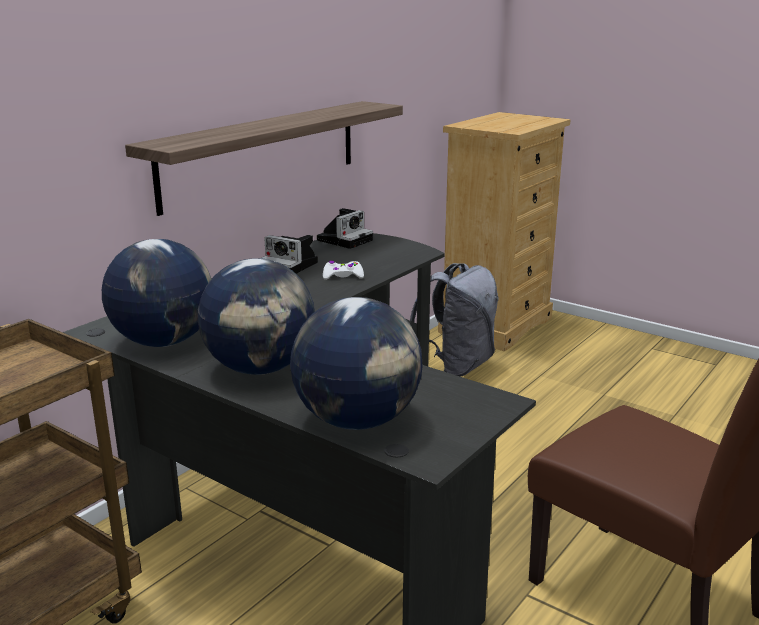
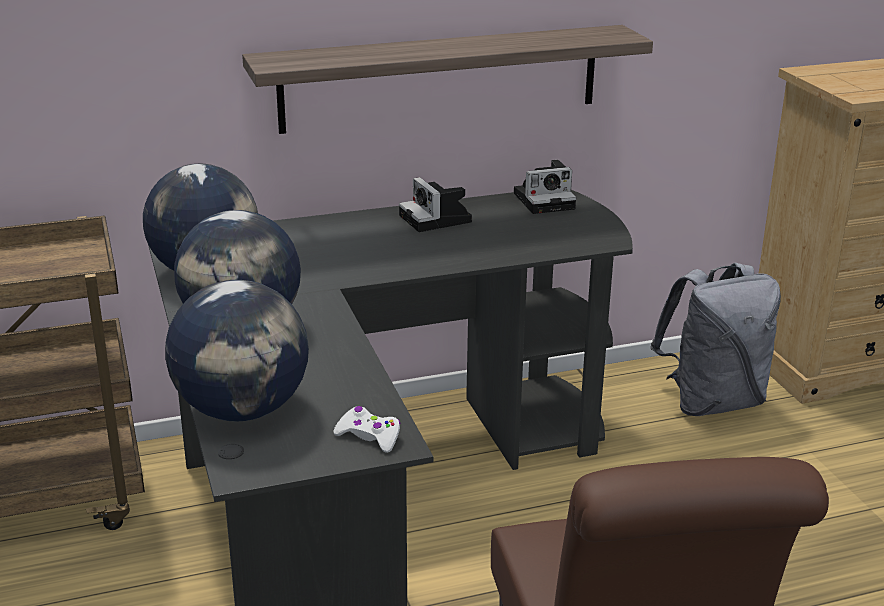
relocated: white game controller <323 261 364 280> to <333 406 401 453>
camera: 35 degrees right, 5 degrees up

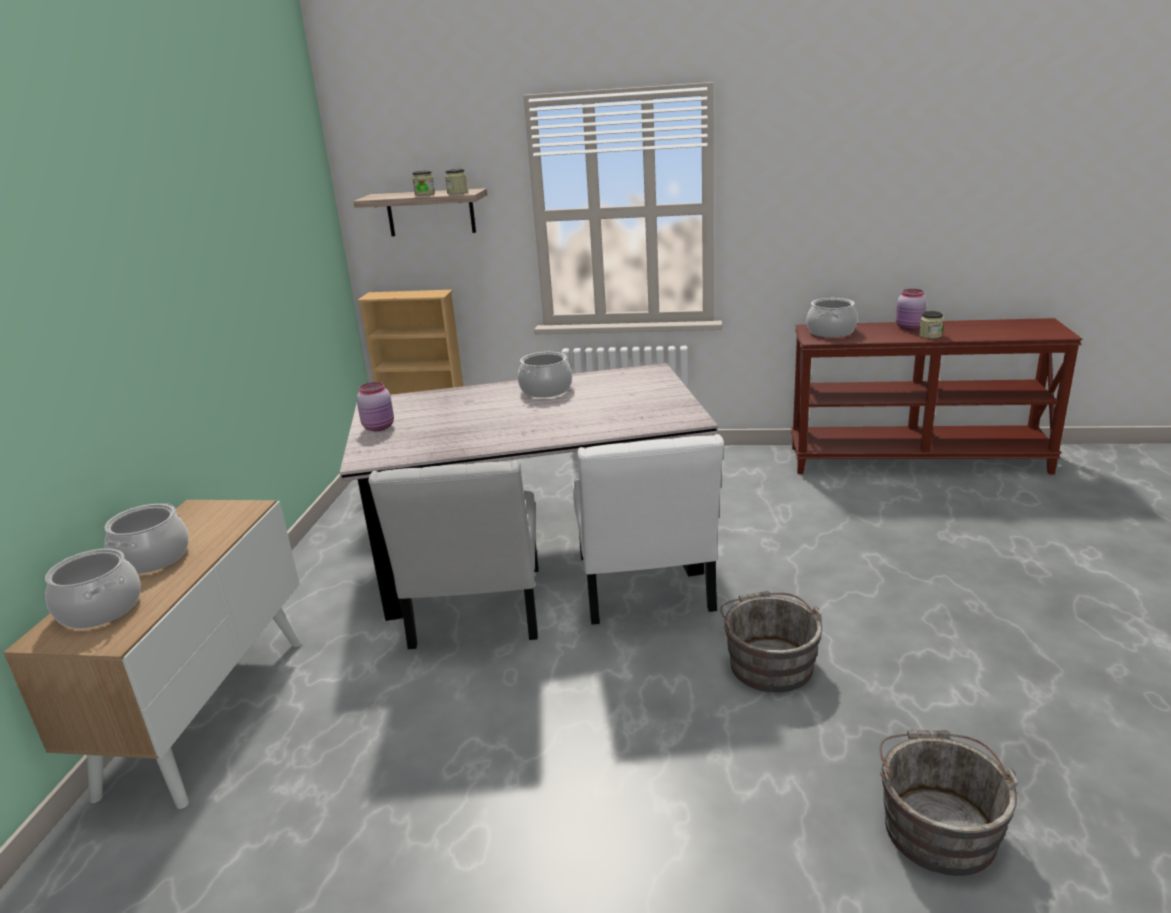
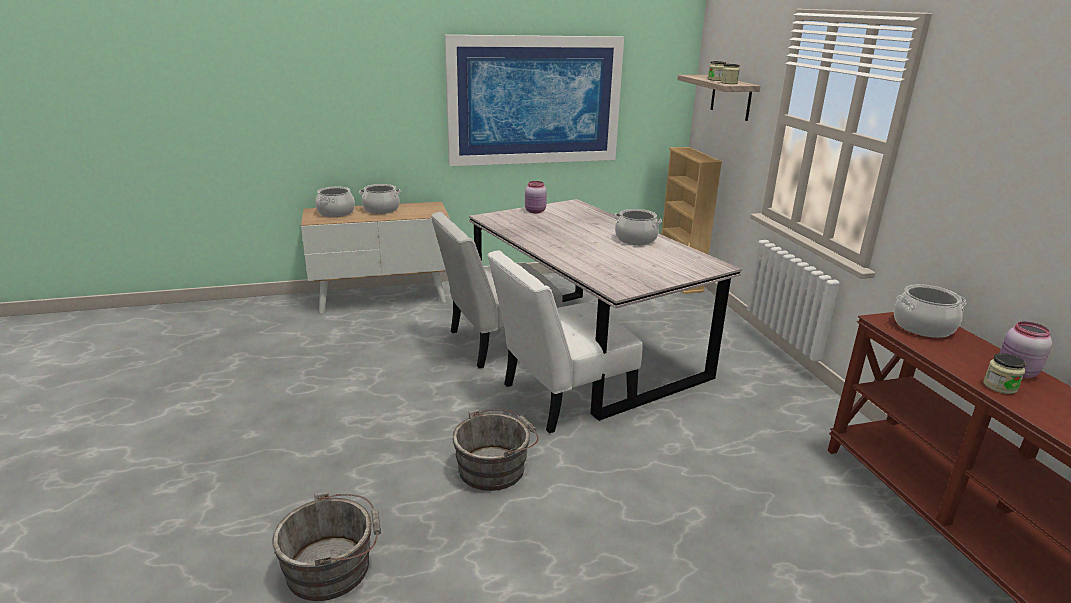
appeared: picture <445 35 624 166>
camera: 65 degrees right, 0 degrees up

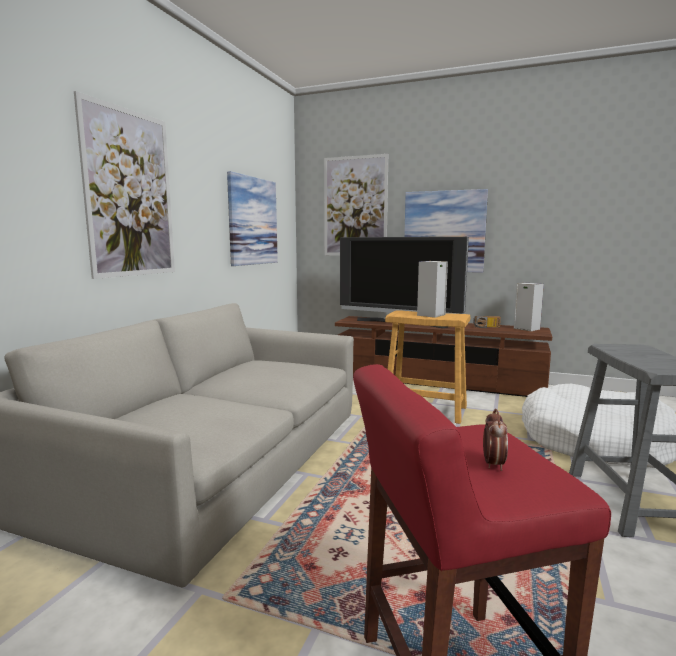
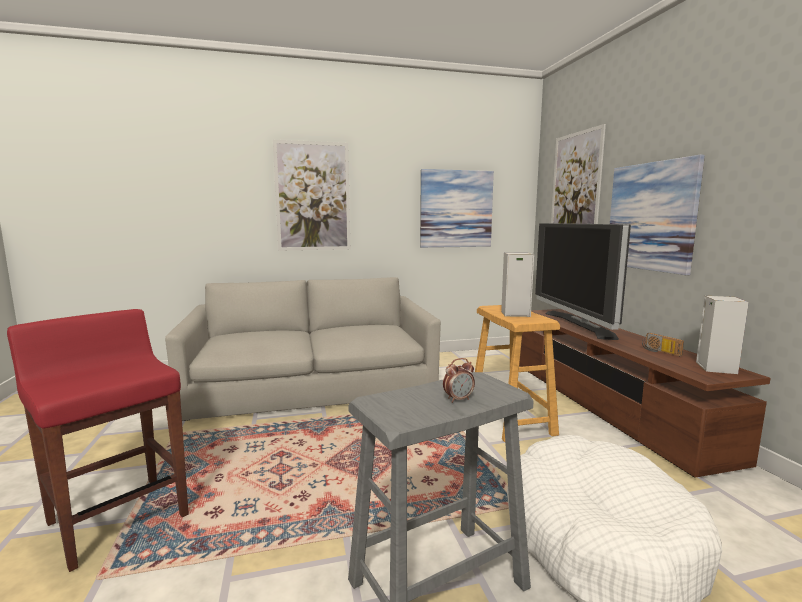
relocated: alarm clock <483 409 508 471> to <443 358 475 403>
camera: 55 degrees right, 0 degrees up

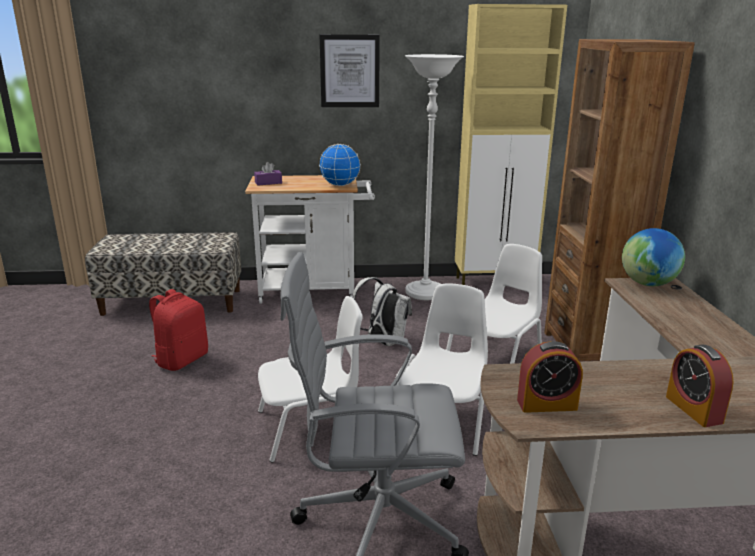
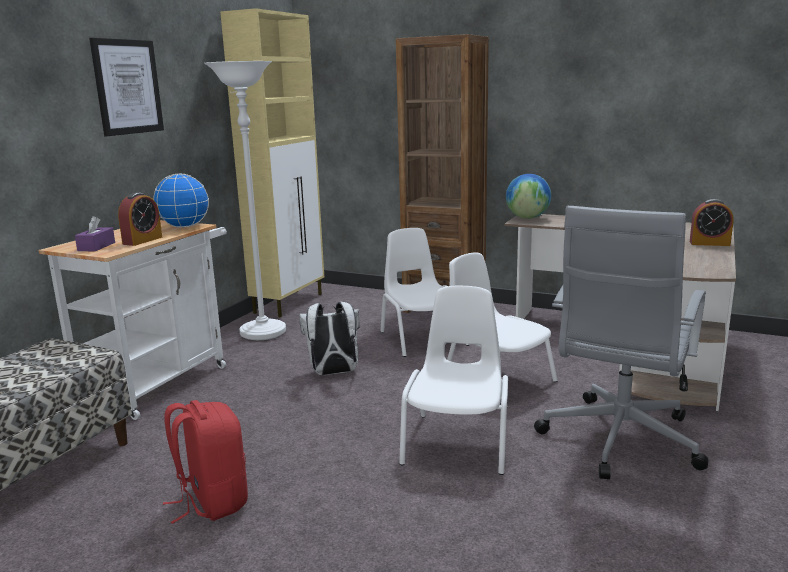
relocated: alarm clock <517 341 583 413> to <118 193 162 246>
camera: 60 degrees left, 5 degrees down

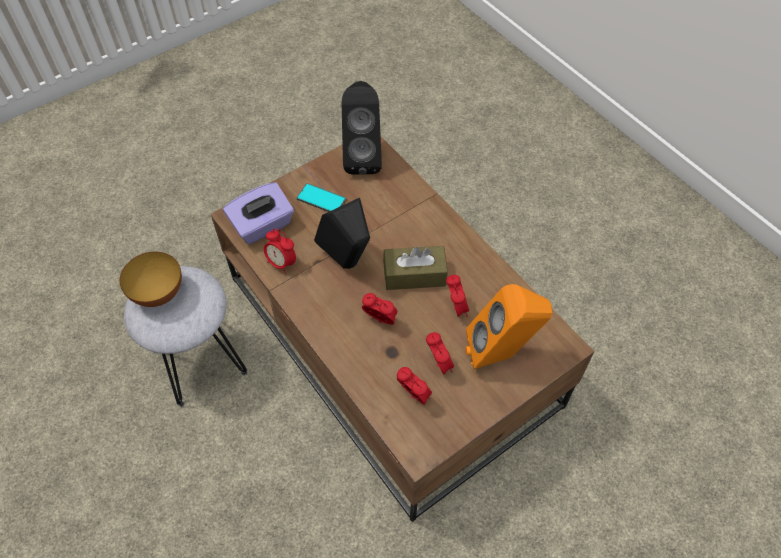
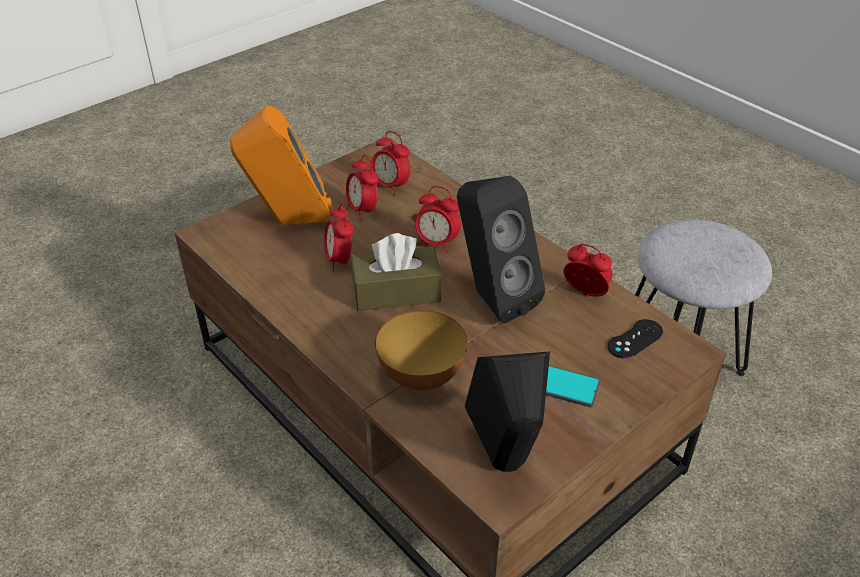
relocated: bowl <120 251 182 307> to <375 310 468 390>
exchanged: purple tissue box <223 182 294 244> to black game controller <608 319 663 359>
camera: 175 degrees right, 15 degrees down

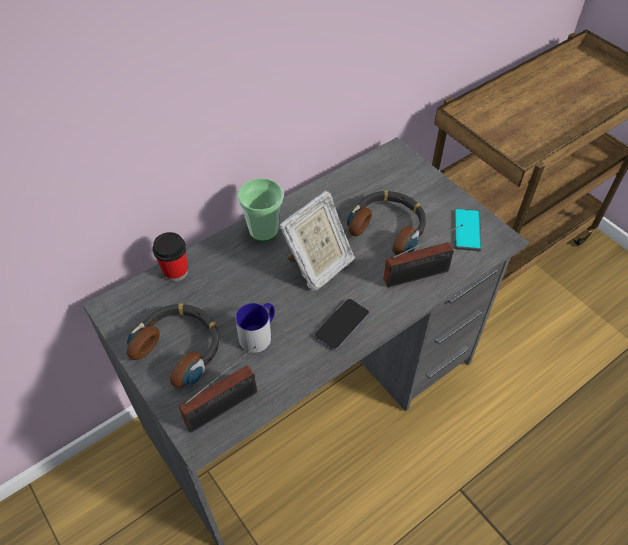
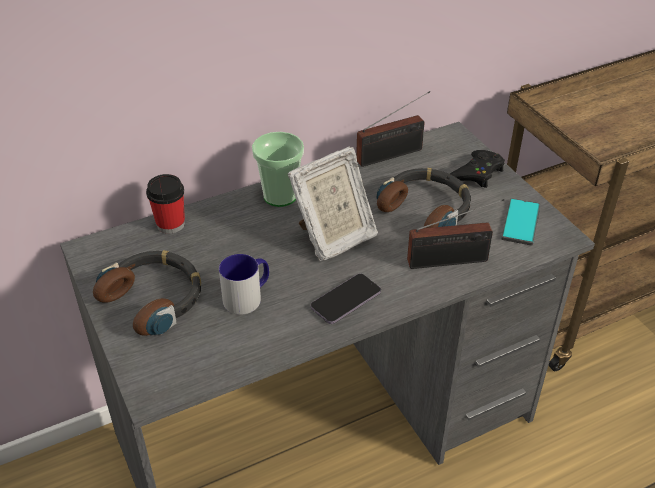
appeared: black game controller <450 150 505 188>
relocated: radio <179 346 257 432> to <356 91 430 167>
camera: 10 degrees right, 10 degrees down

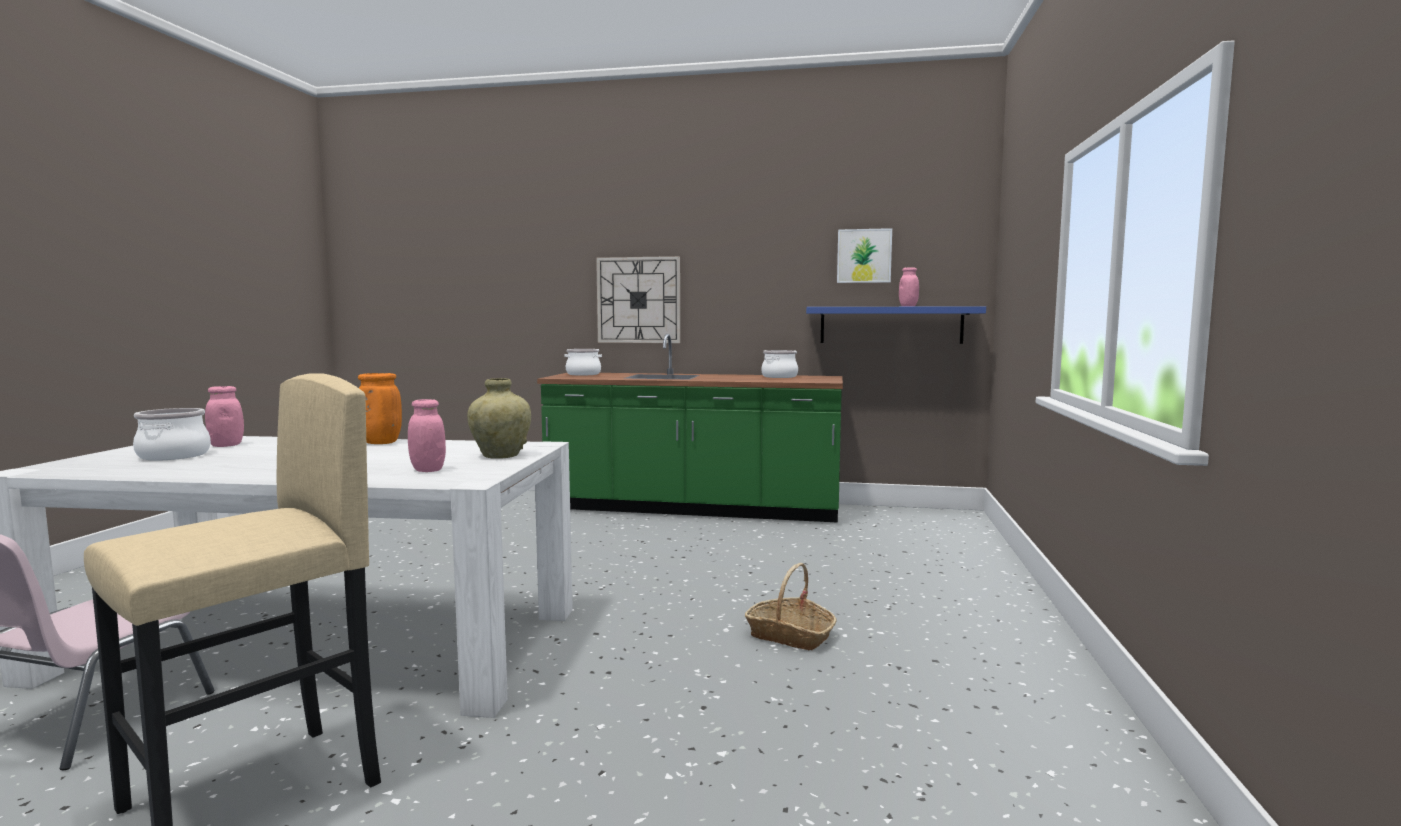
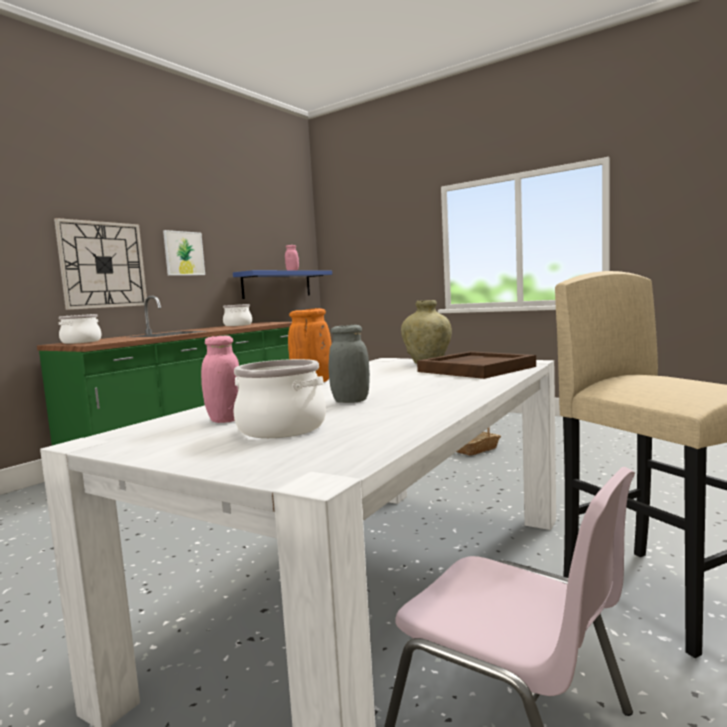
appeared: grey jar <329 325 370 403>
relocated: picture <837 228 892 283> to <163 230 205 276>
exchanged: pink jar <408 399 446 472> to brown tray <417 351 536 379>
camera: 65 degrees left, 0 degrees up

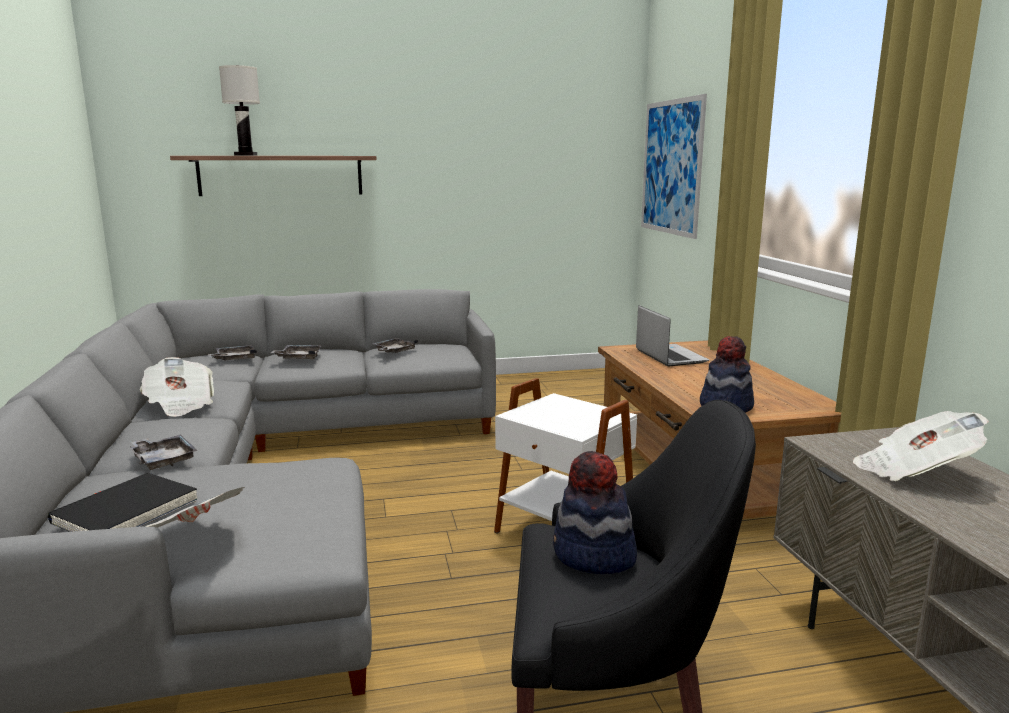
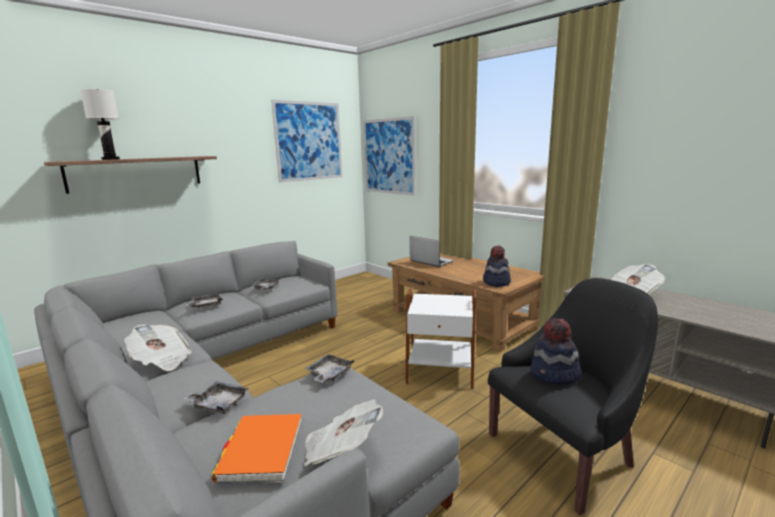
appeared: picture <271 100 342 183>
relocated: grey tray <208 345 257 361> to <304 354 354 382>
colour: black book <48 473 197 532> to orange book <212 414 302 483>
camera: 30 degrees left, 0 degrees up

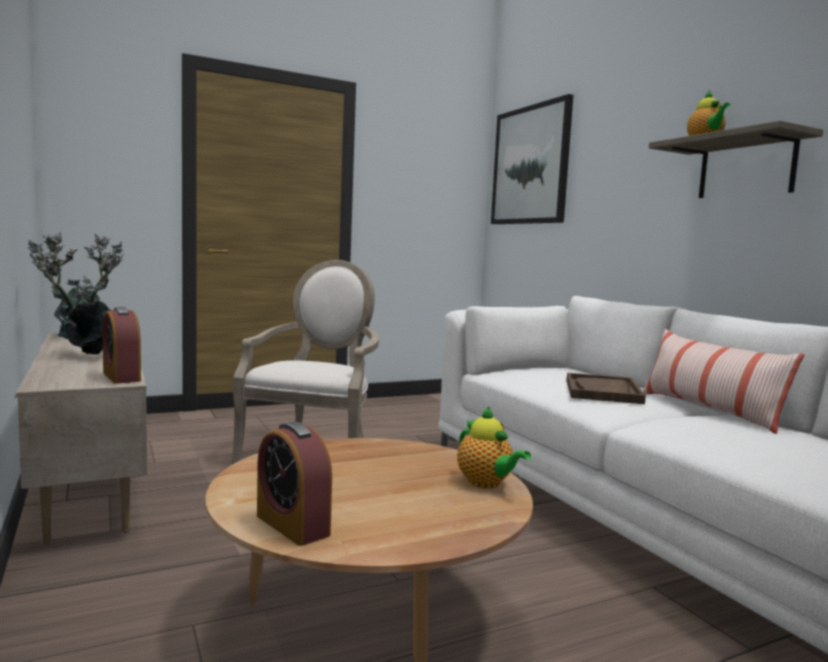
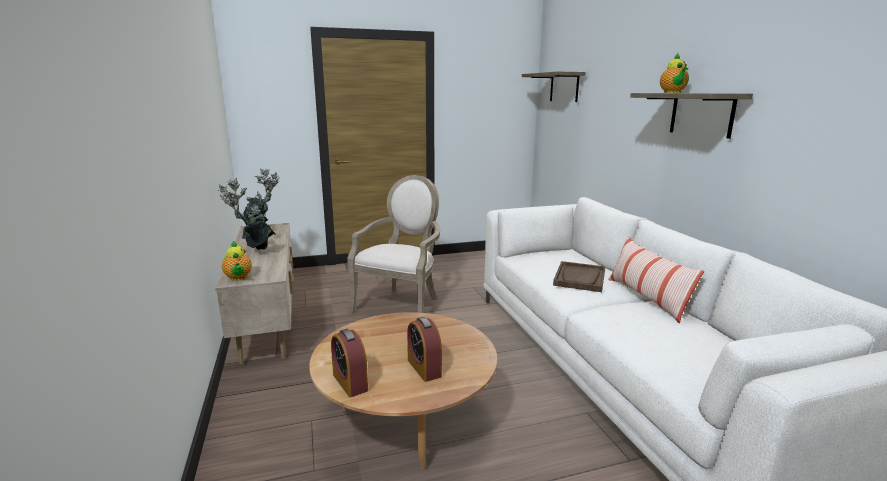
relocated: teapot <457 406 531 489> to <222 241 252 281>; alarm clock <103 307 141 384> to <407 317 442 382>
exchanged: picture <491 94 573 224> to shelf <522 71 586 102>
camera: 10 degrees right, 10 degrees up

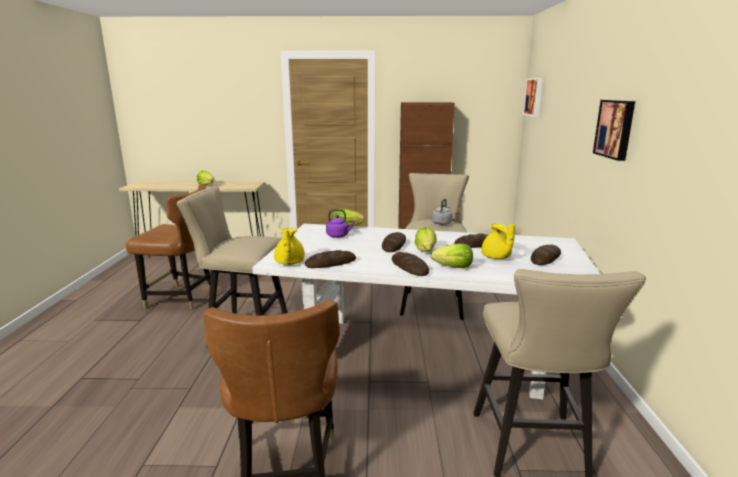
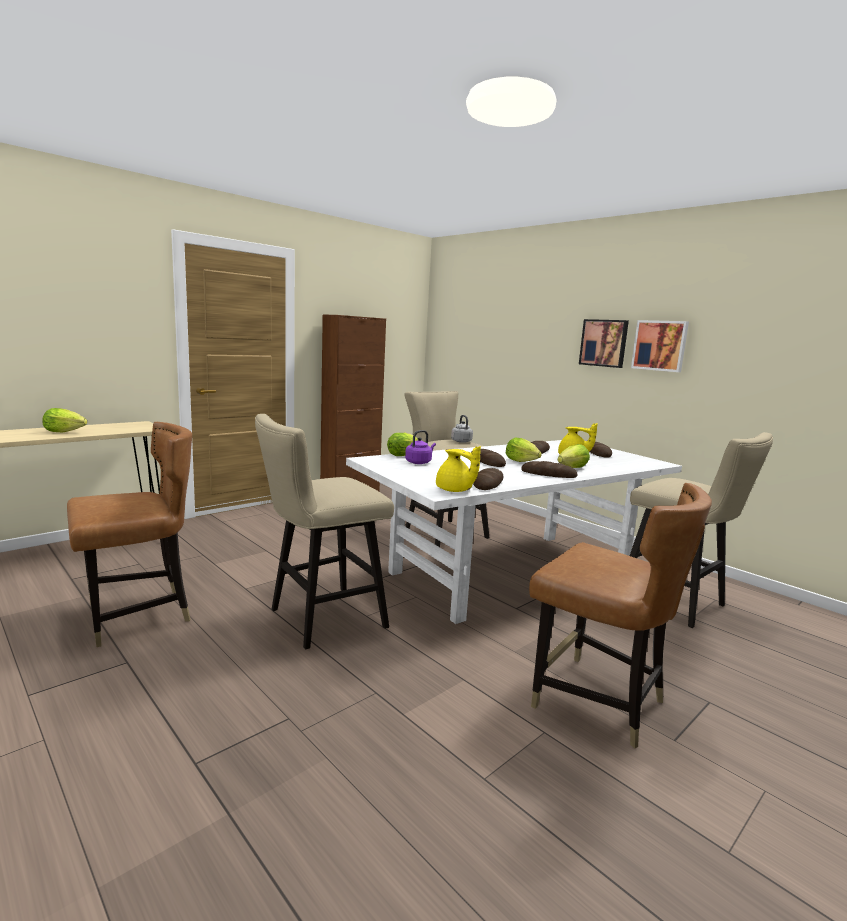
relocated: picture <523 78 543 117> to <631 320 689 372>
camera: 45 degrees left, 5 degrees down

